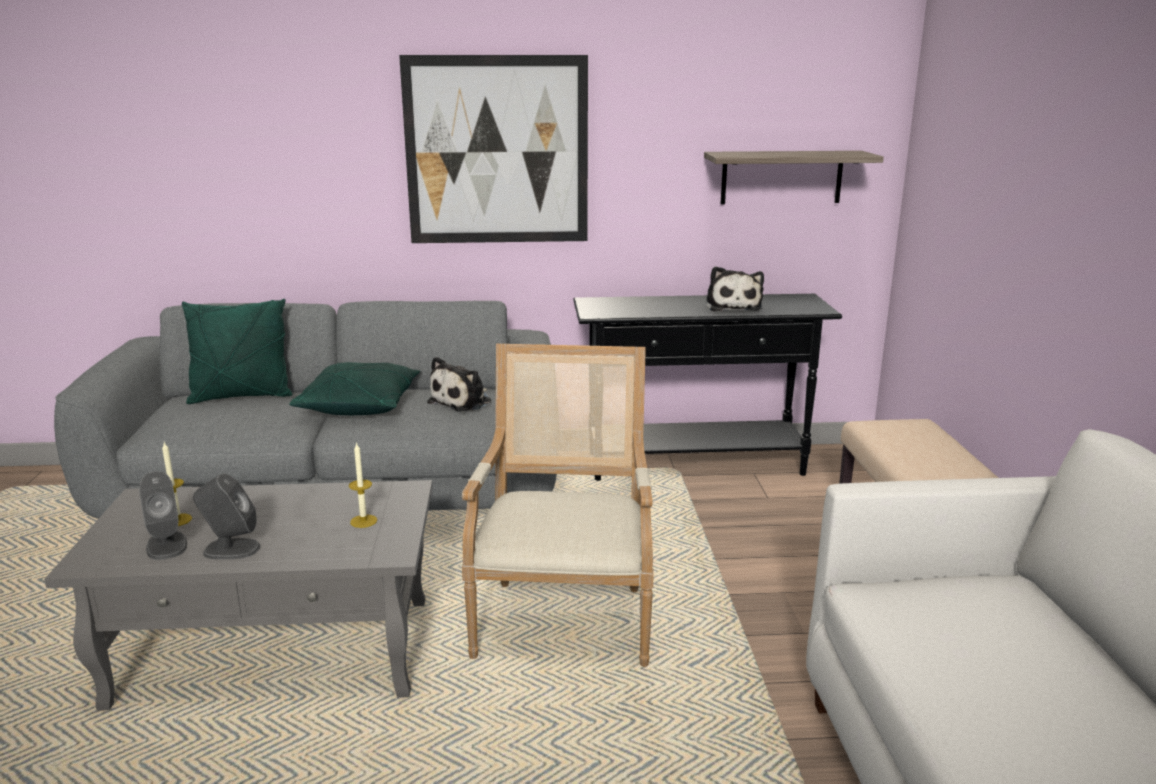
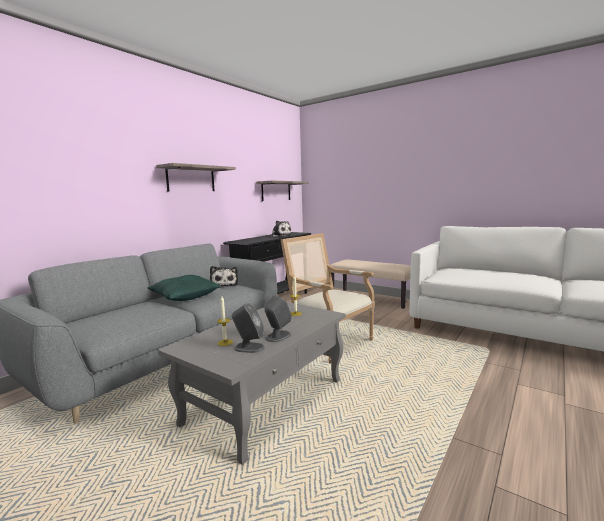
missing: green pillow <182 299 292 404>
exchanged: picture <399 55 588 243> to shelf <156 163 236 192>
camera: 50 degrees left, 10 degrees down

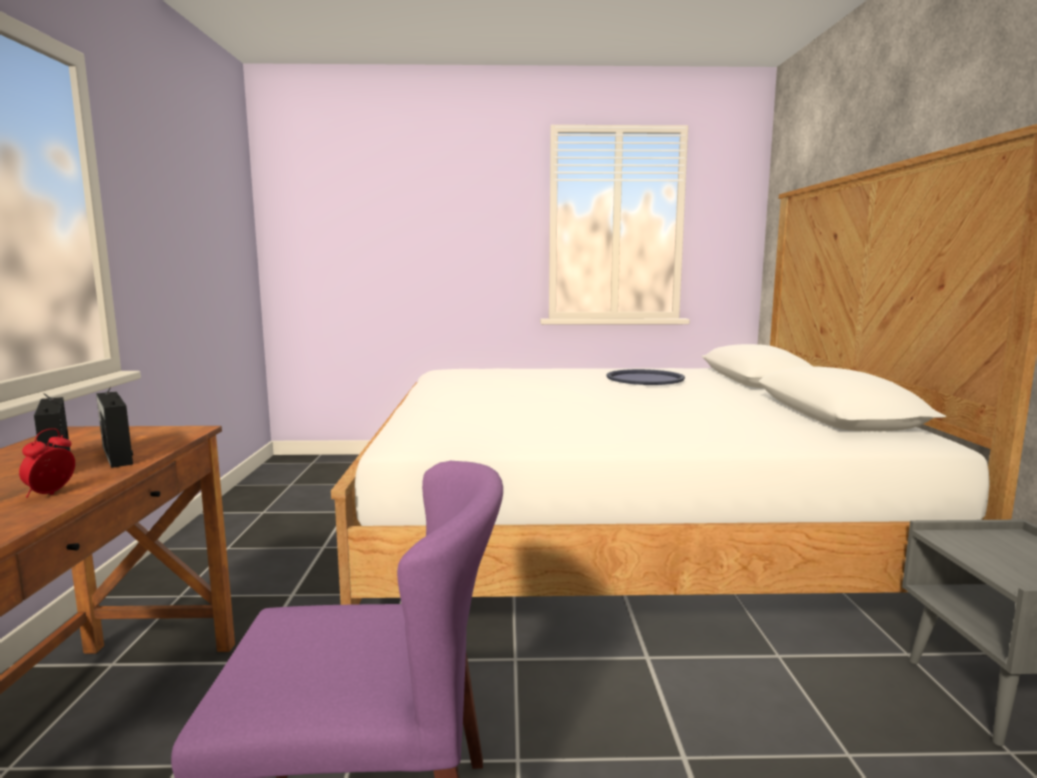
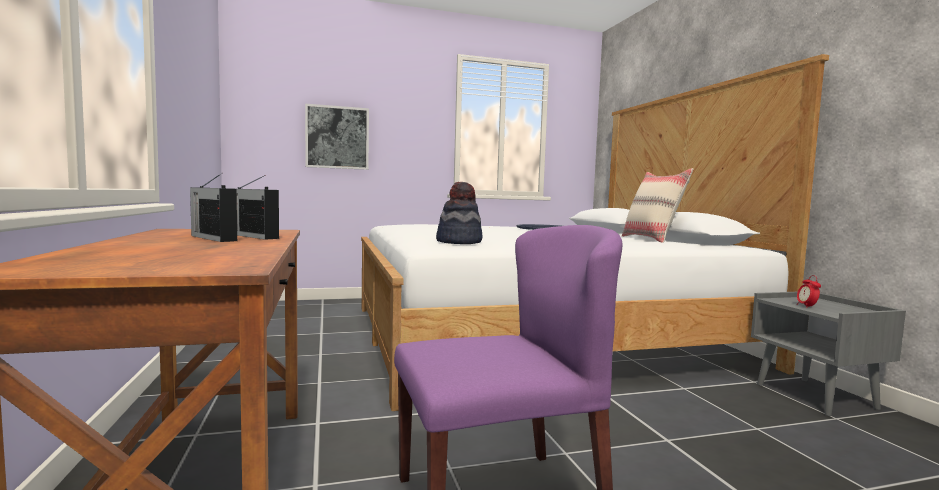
appeared: picture <305 104 369 170>; hat <436 182 483 244>; beige pillow <622 168 693 243>
relocated: alarm clock <19 428 75 498> to <797 275 821 308>
camera: 15 degrees left, 5 degrees down

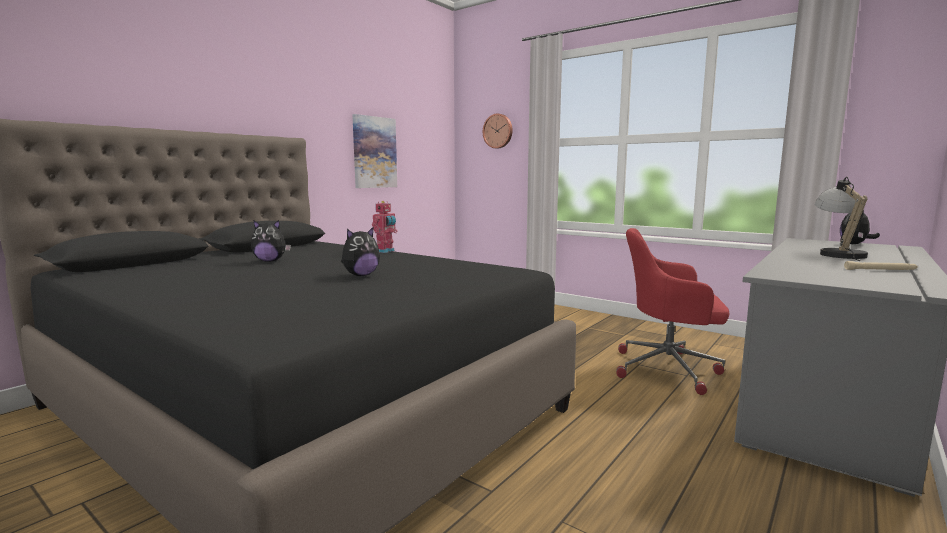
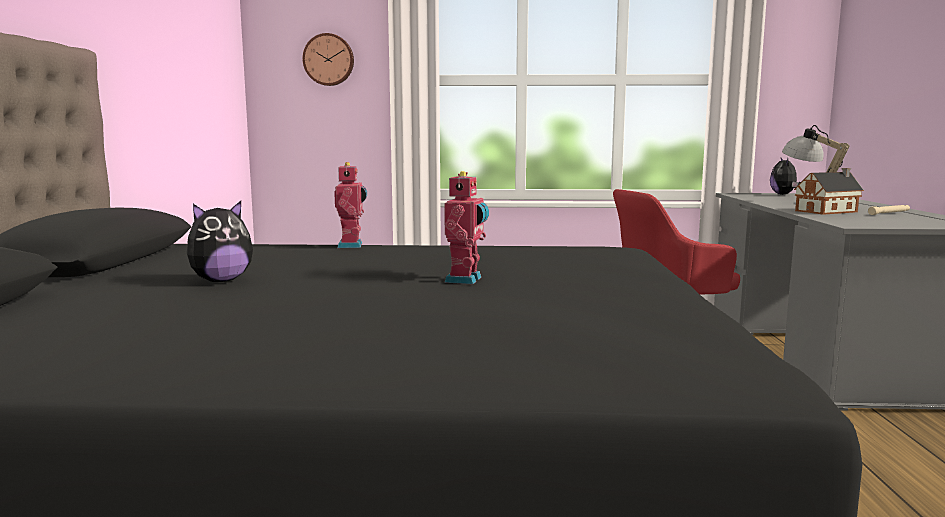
missing: picture <352 114 397 188>
appeared: toy house <794 168 864 215>
exchanged: plush toy <341 227 380 276> to toy robot <444 171 489 284>
camera: 35 degrees left, 0 degrees up

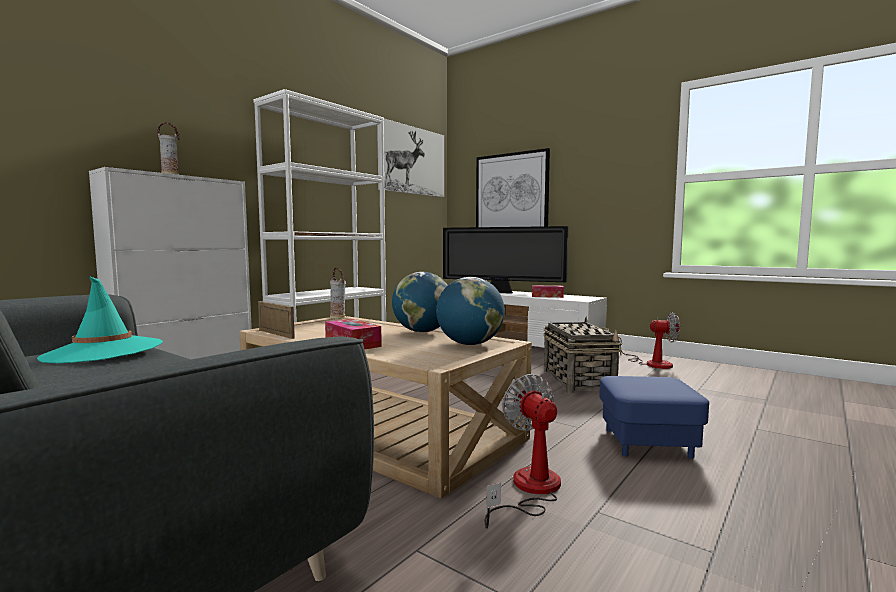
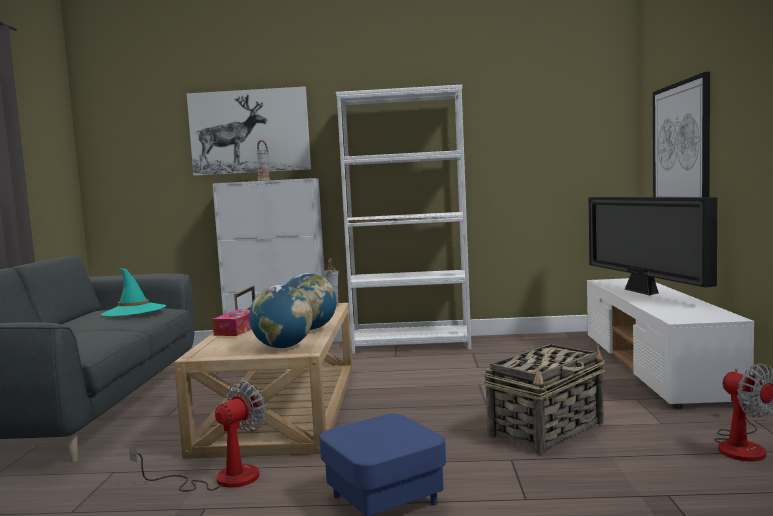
missing: tissue box <532 285 564 298>
relocated: picture <377 118 444 197> to <187 86 311 176>
camera: 55 degrees right, 0 degrees up

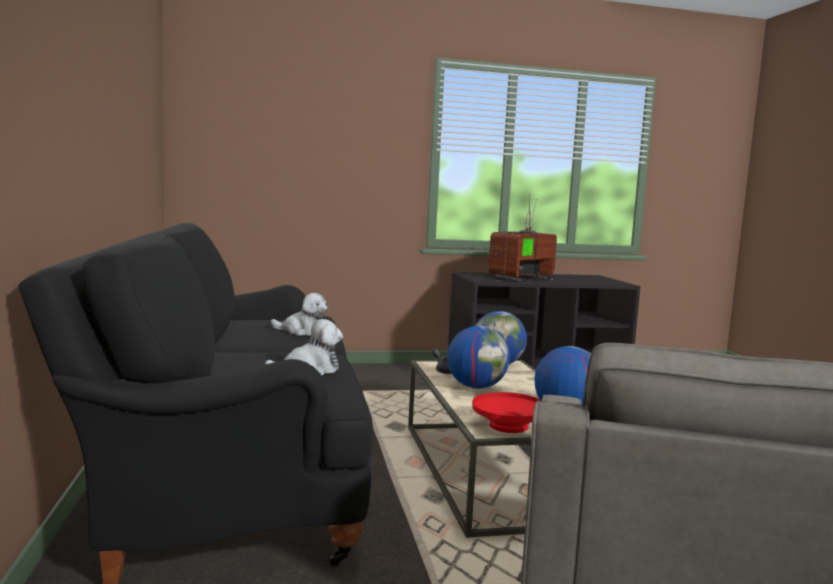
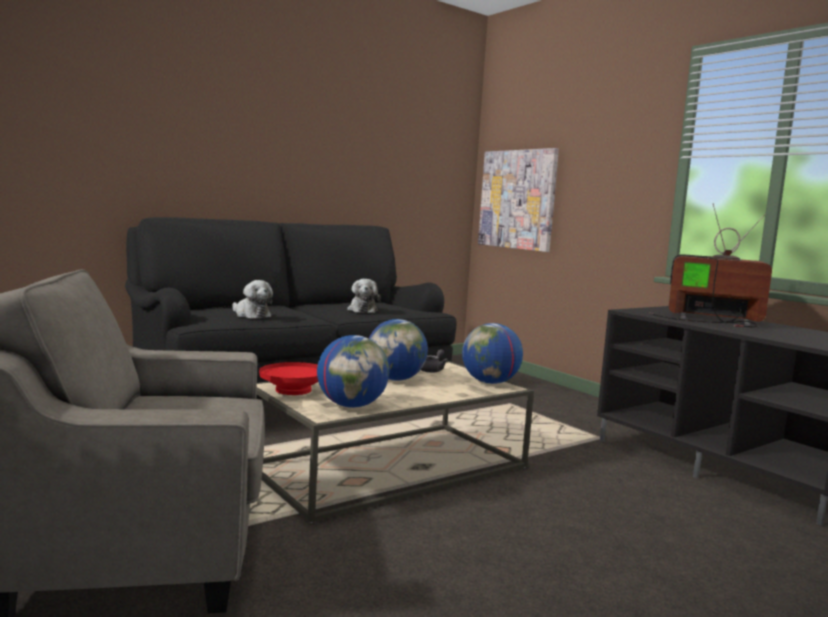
appeared: picture <478 148 559 252>
camera: 65 degrees right, 0 degrees up

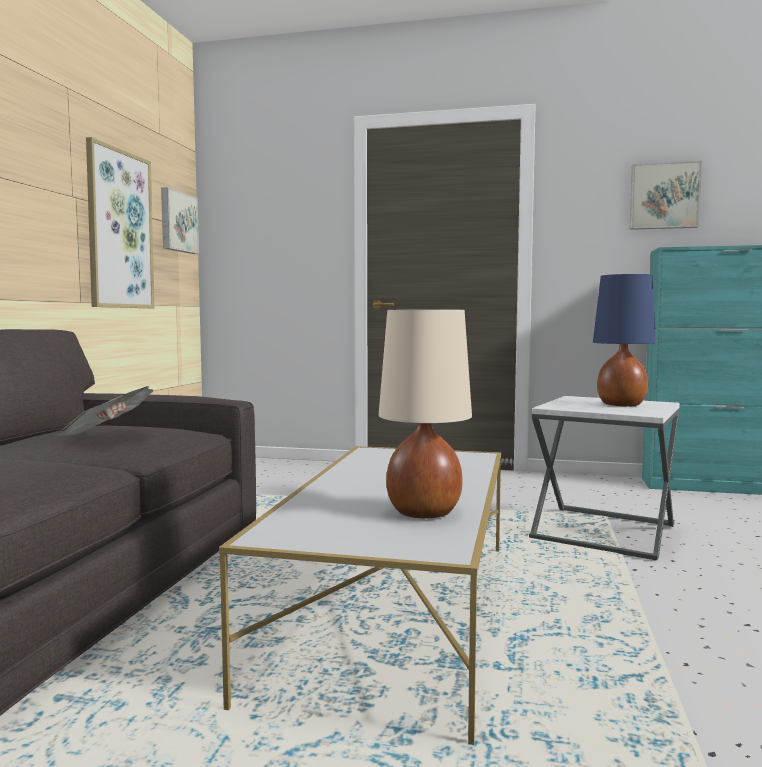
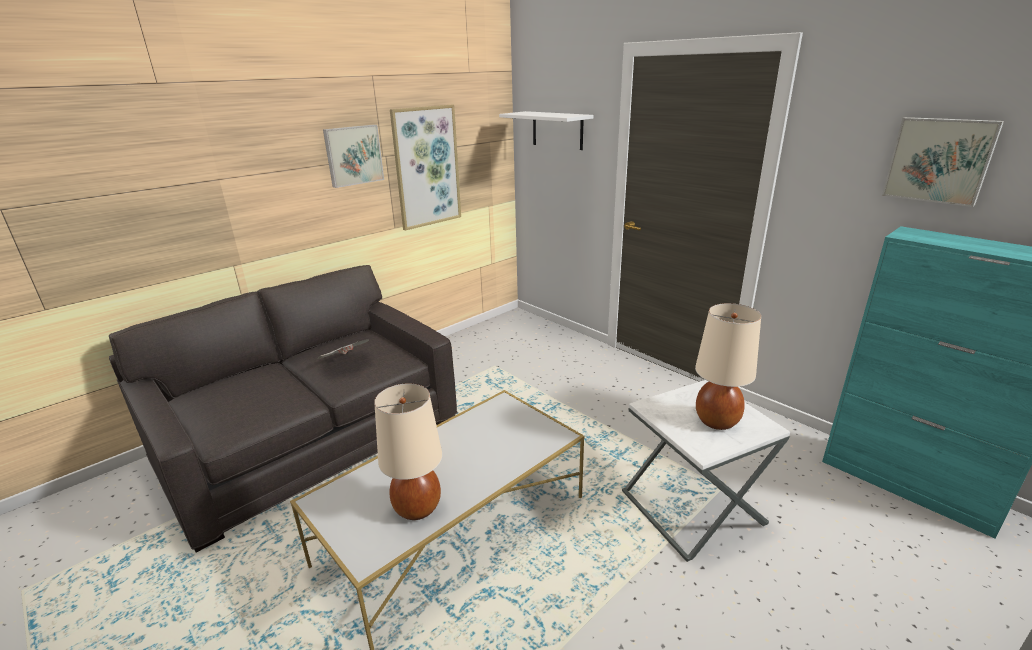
appeared: white shelf <499 111 594 150>
relocated: picture <161 187 199 254> to <323 125 384 188>
colour: blue table lamp <593 274 656 407> to beige table lamp <695 303 761 430>
camera: 35 degrees right, 20 degrees up

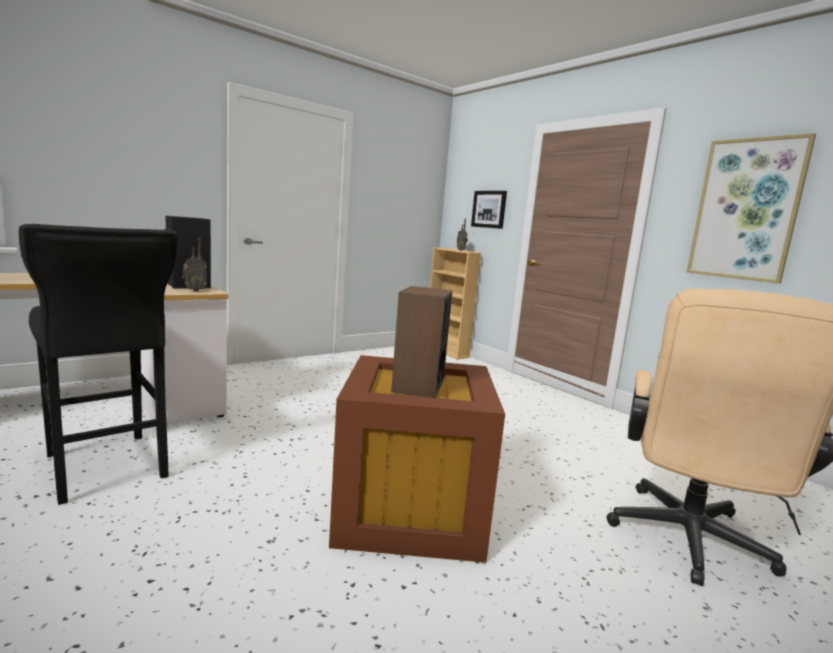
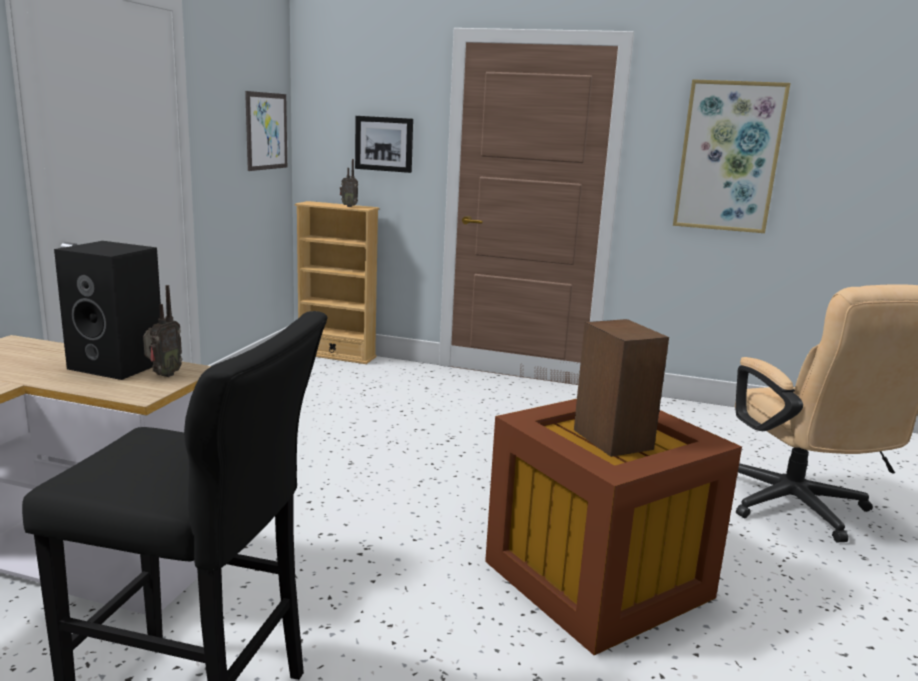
appeared: picture <245 91 287 171>
camera: 35 degrees left, 5 degrees up

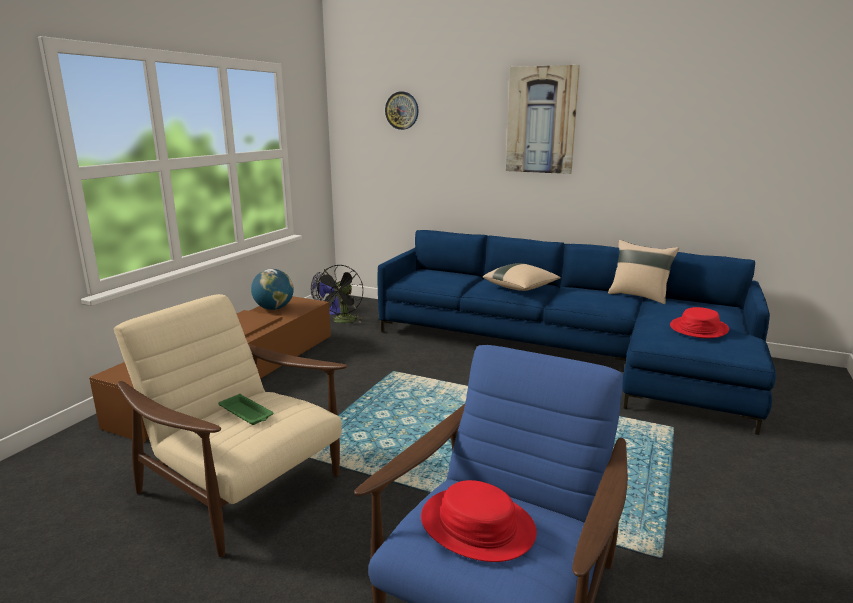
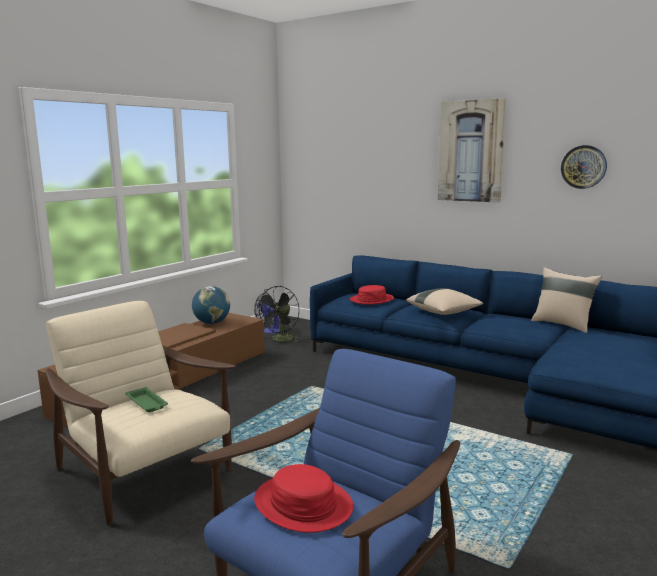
relocated: red hat <670 307 729 338> to <350 285 394 304>; wall clock <385 92 419 130> to <561 145 607 189>
camera: 10 degrees right, 5 degrees down

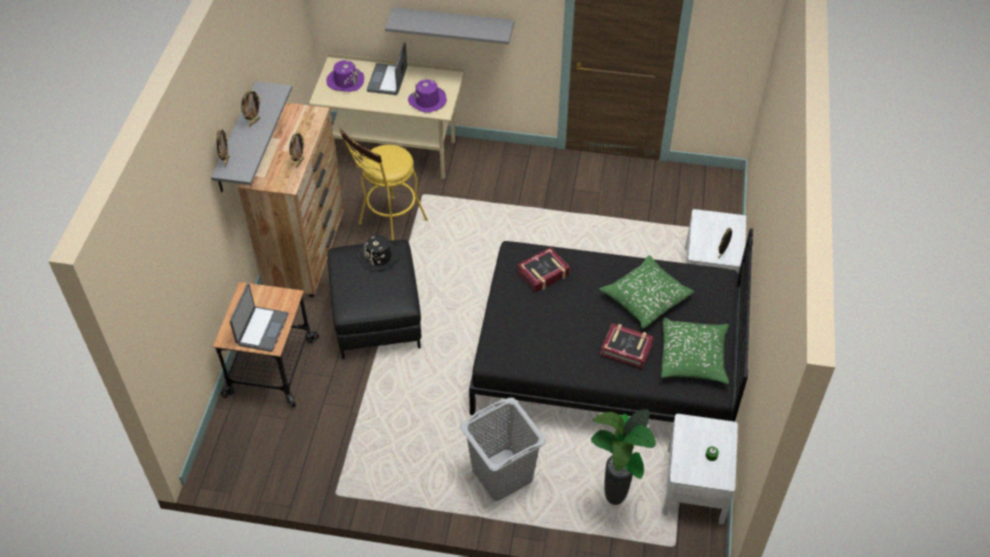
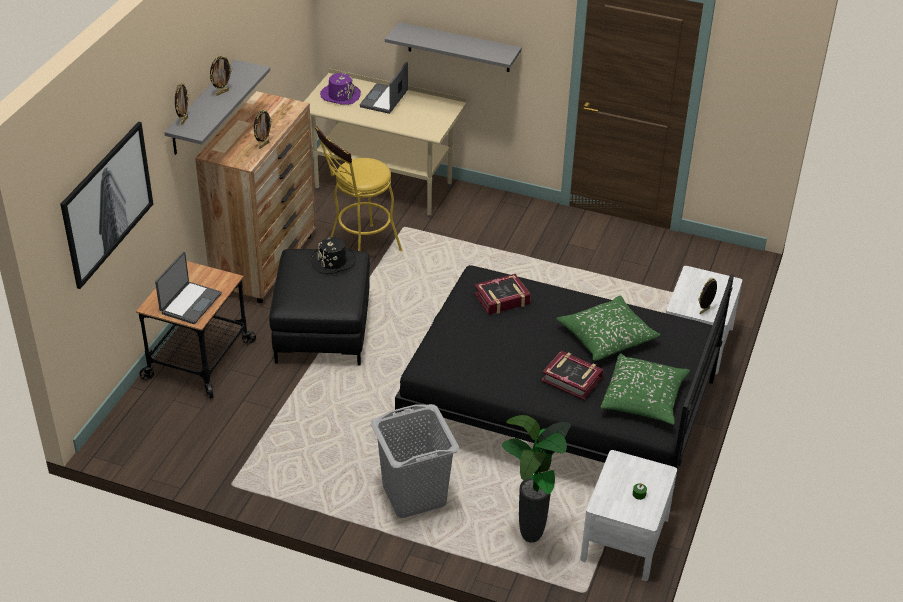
missing: purple hat <408 79 447 113>
appeared: picture <60 122 153 289>
camera: 10 degrees right, 10 degrees down

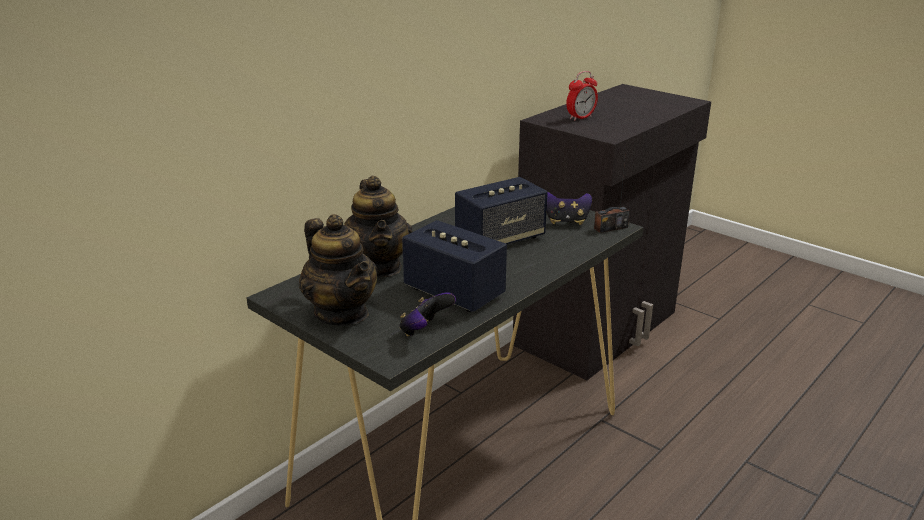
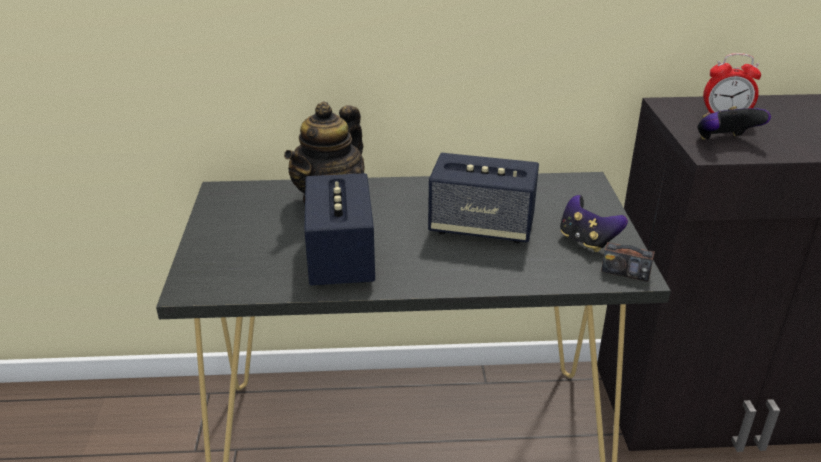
missing: teapot <299 214 377 326>
relocated: game controller <399 292 456 336> to <697 106 771 140>
camera: 45 degrees right, 5 degrees up

